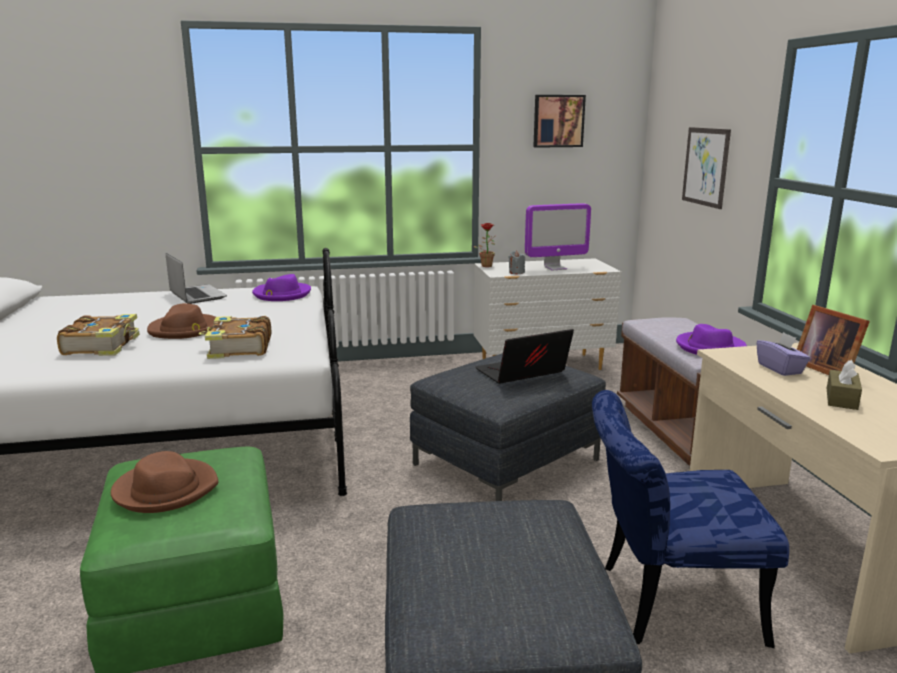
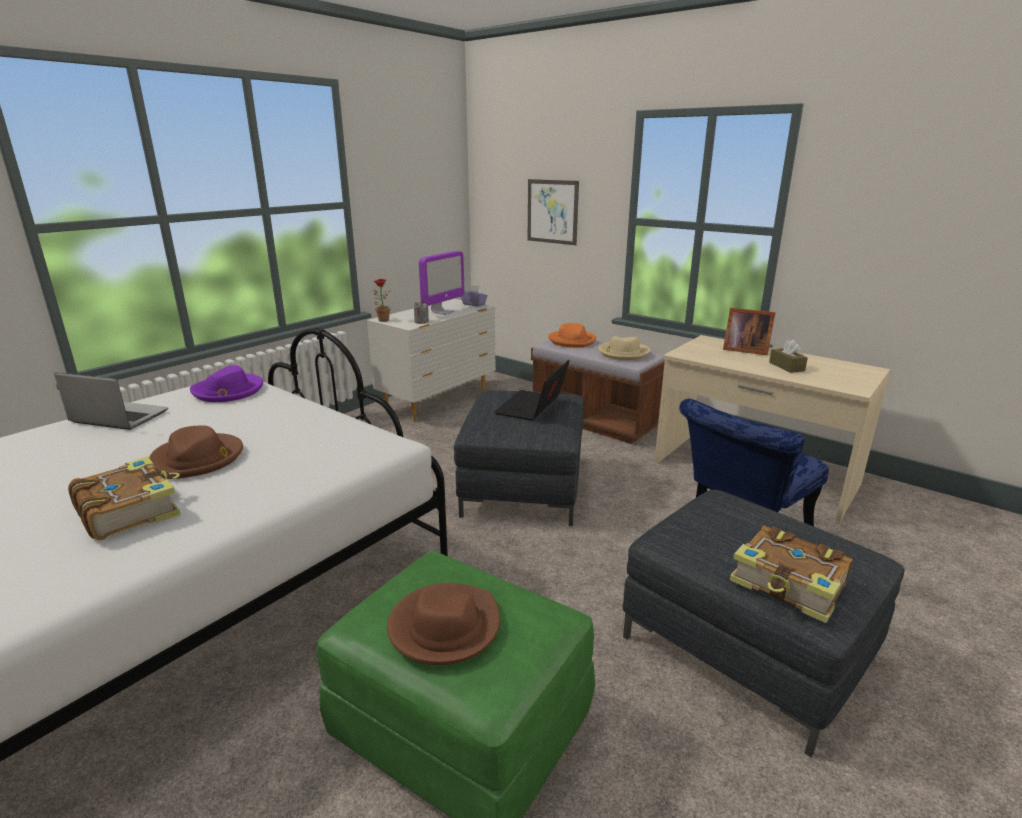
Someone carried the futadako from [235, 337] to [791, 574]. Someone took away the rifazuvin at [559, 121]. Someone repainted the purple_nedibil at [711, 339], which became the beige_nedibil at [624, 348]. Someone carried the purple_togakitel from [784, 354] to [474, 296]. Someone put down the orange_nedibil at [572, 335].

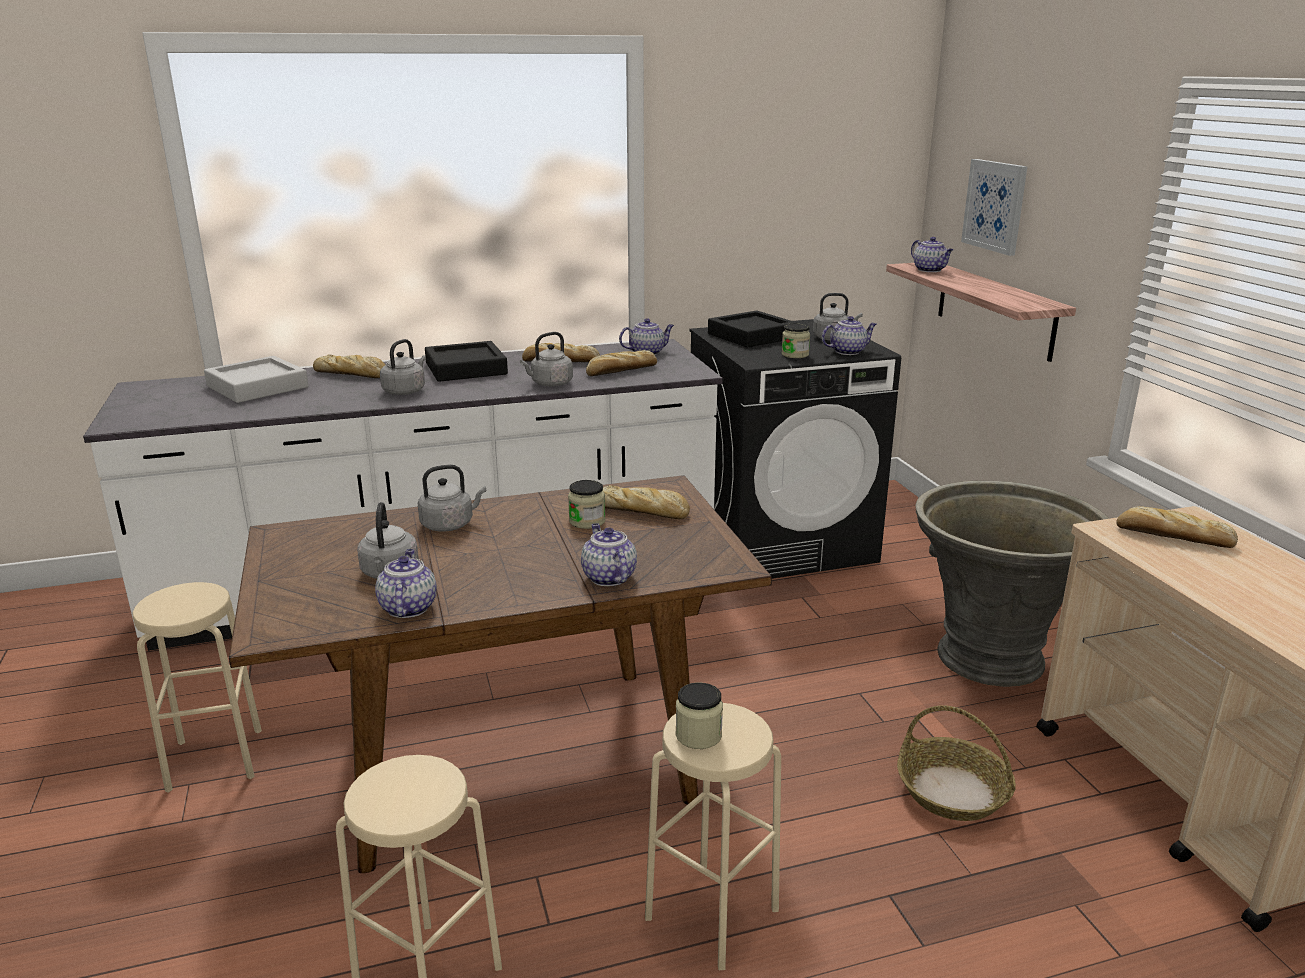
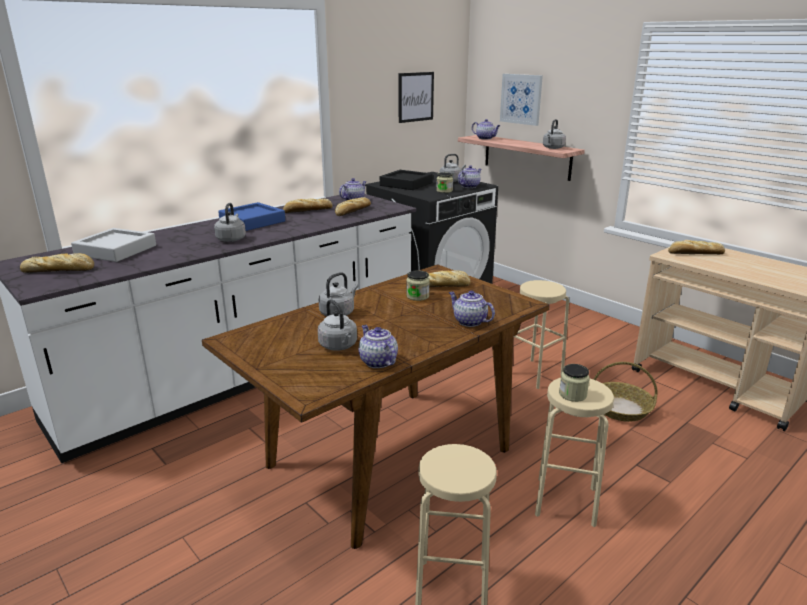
Someone carried the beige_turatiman from [197, 687] to [541, 334]. Someone carried the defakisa from [349, 366] to [57, 263]. Someone repainted the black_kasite at [466, 361], which became the blue_kasite at [251, 216]. Someone carried the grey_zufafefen from [546, 359] to [554, 134]. Someone took away the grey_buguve at [1012, 584]. Someone put up the rifazuvin at [416, 97].

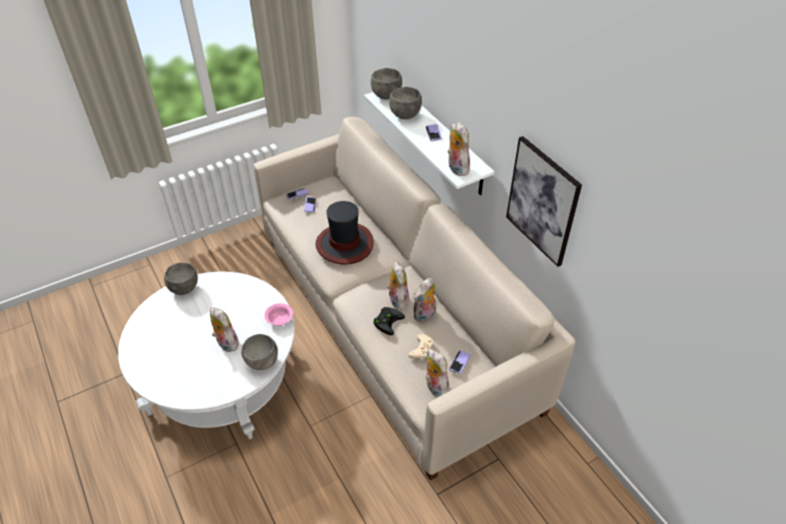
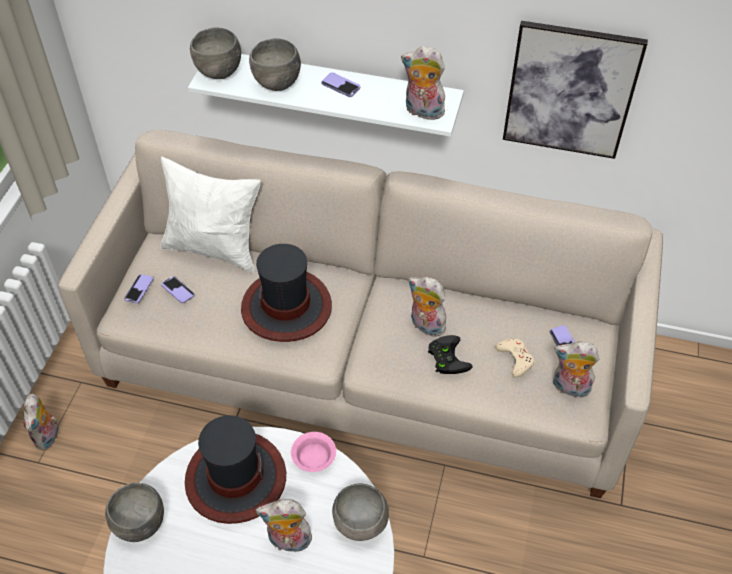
Someone carried the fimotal from [425, 300] to [41, 422]. Someone put down the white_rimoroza at [211, 215]. Someone put down the nedibil at [235, 469].

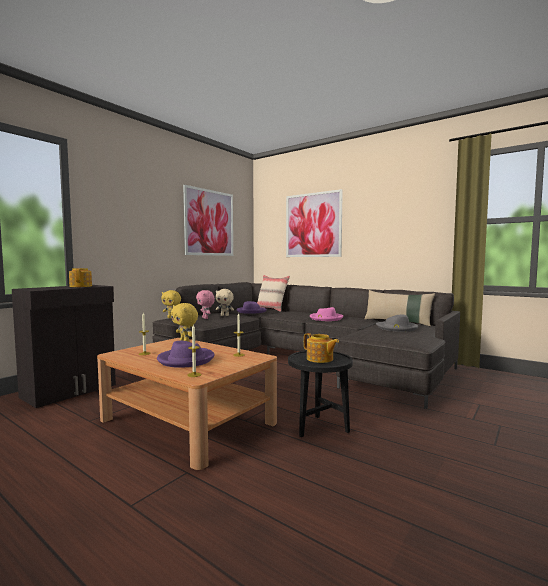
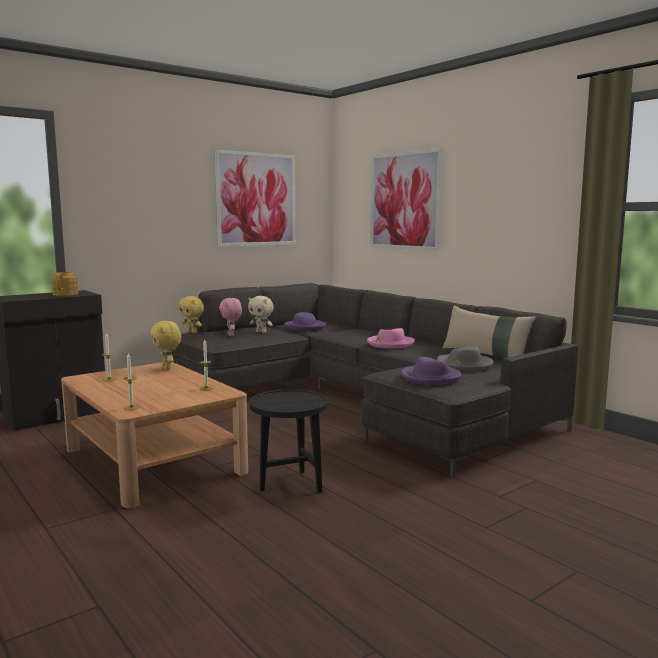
Someone carried the purple_nedibil from [186, 354] to [431, 371]. Someone took away the beige_rimoroza at [273, 293]. Someone took away the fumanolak at [321, 348].

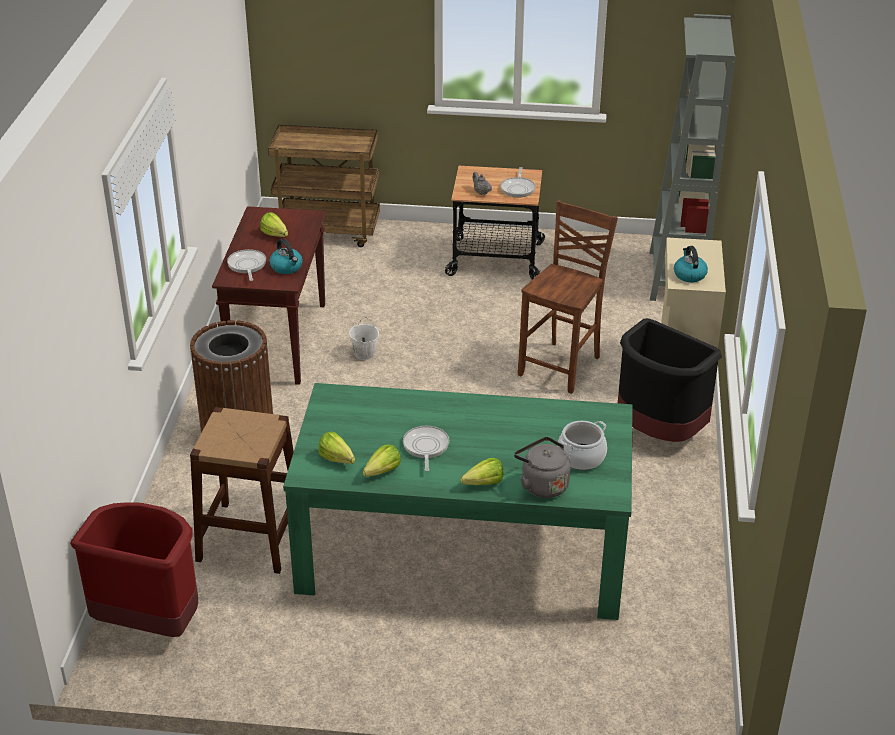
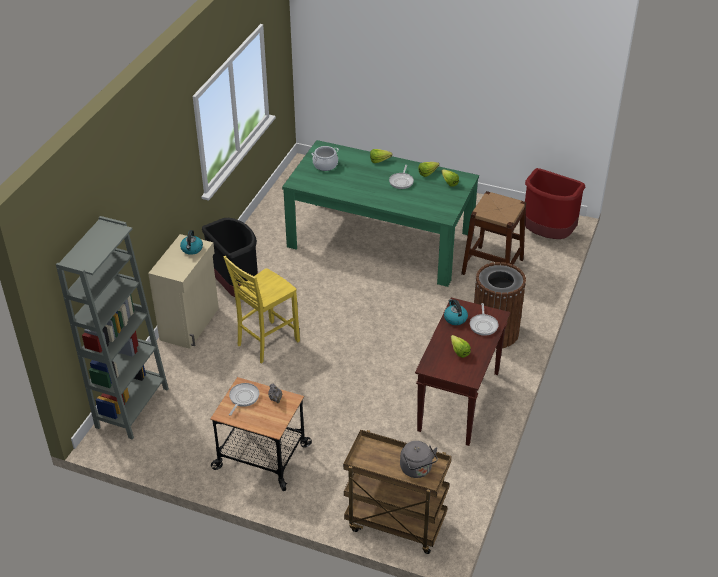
Someone took away the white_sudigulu at [364, 338]. Someone carried the grey_zufafefen from [542, 467] to [419, 459]. Someone repainted the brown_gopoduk at [568, 297], which became the yellow_gopoduk at [262, 309].

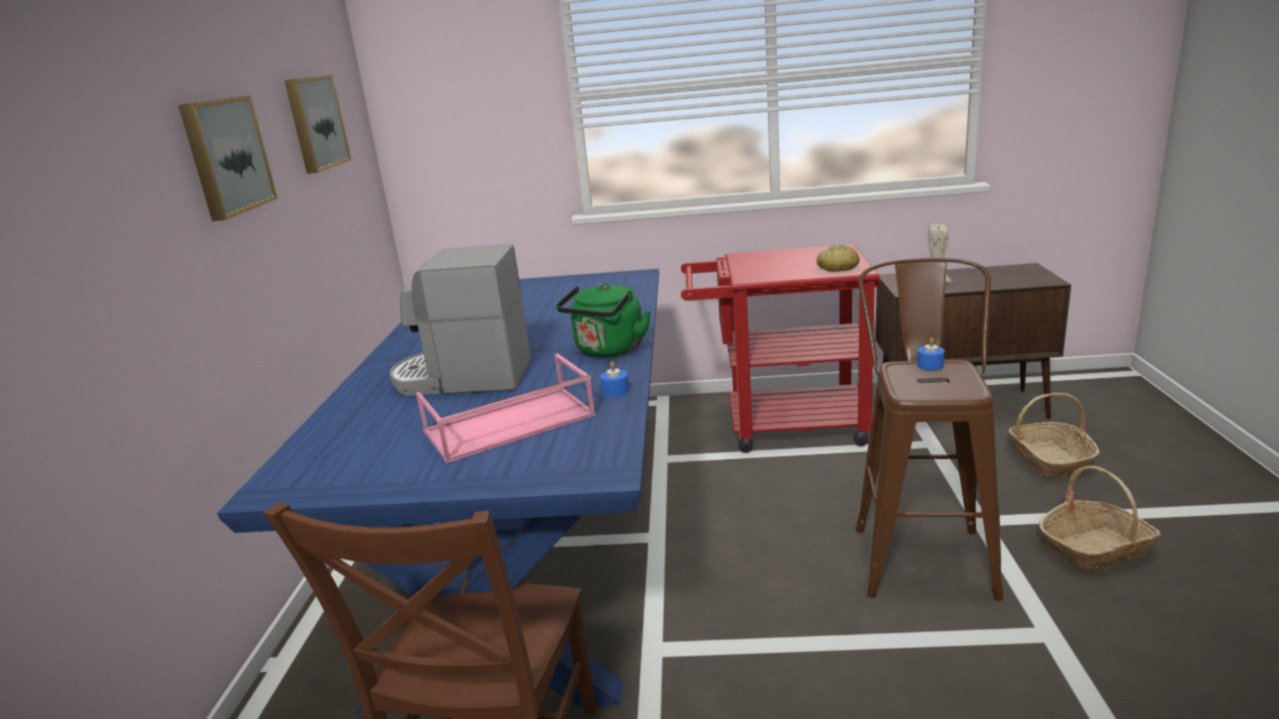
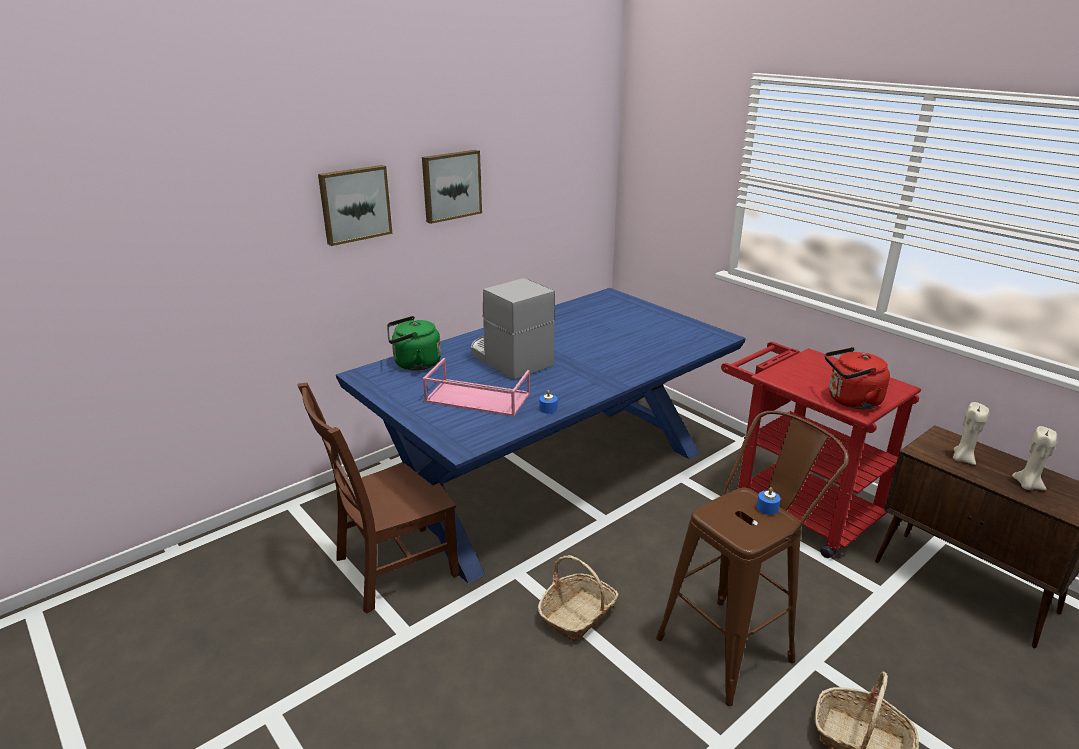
Someone carried the rifazuvin from [317, 124] to [355, 205]. Someone carried the green_zufafefen from [603, 320] to [414, 343]. Someone swapped the defakisa at [838, 258] for the red_zufafefen at [857, 378]. Someone carried the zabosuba from [1054, 435] to [578, 598]. Someone put down the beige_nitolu at [1034, 458].

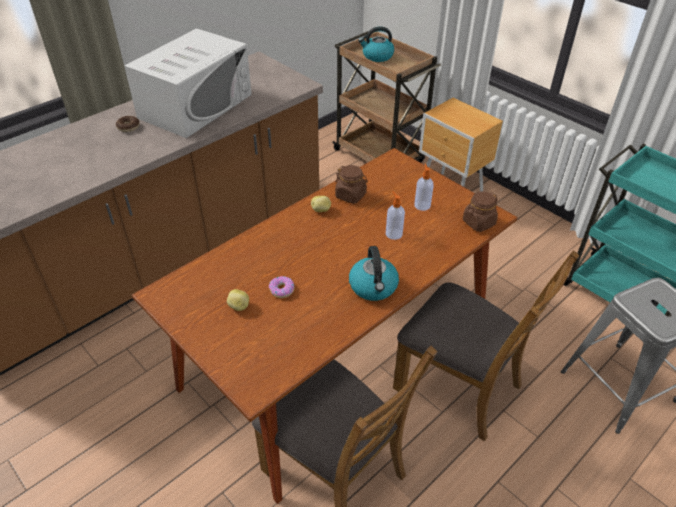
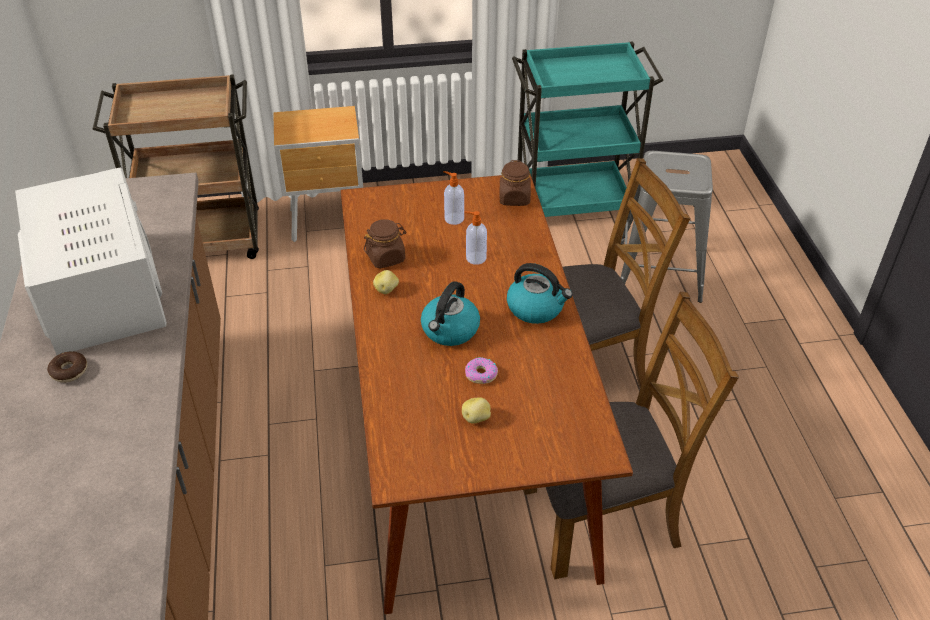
Someone carried the zufafefen from [376, 44] to [450, 313].

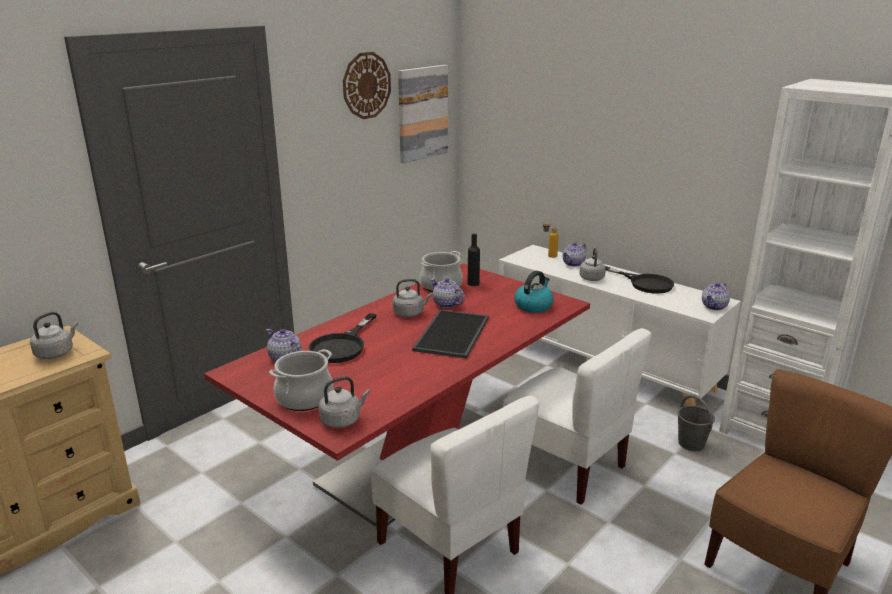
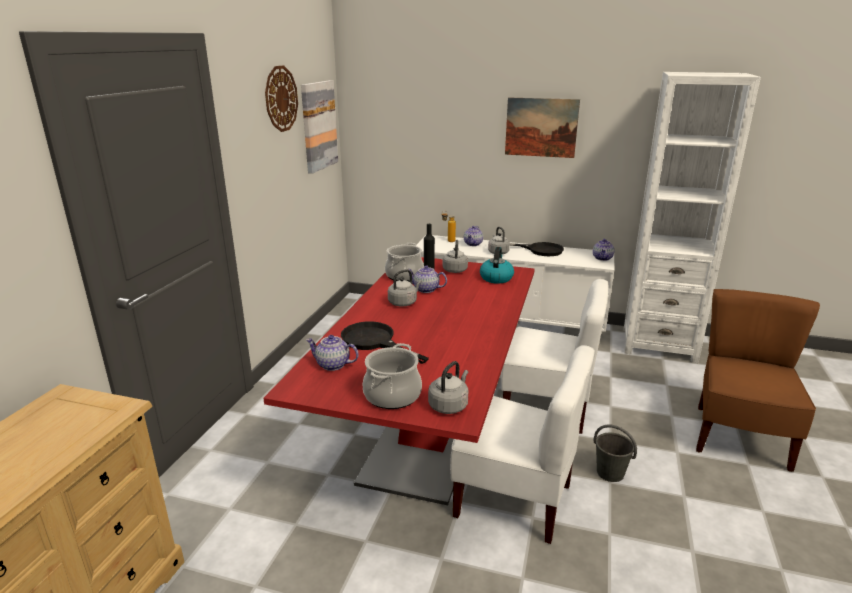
Someone carried the grey_zufafefen from [54, 335] to [455, 256]. Someone rotated the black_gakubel at [343, 338] by 135 degrees clockwise. Someone took away the kasite at [450, 334]. Someone carried the grey_sudigulu from [696, 423] to [615, 453]. Someone put up the rifazuvin at [542, 127].

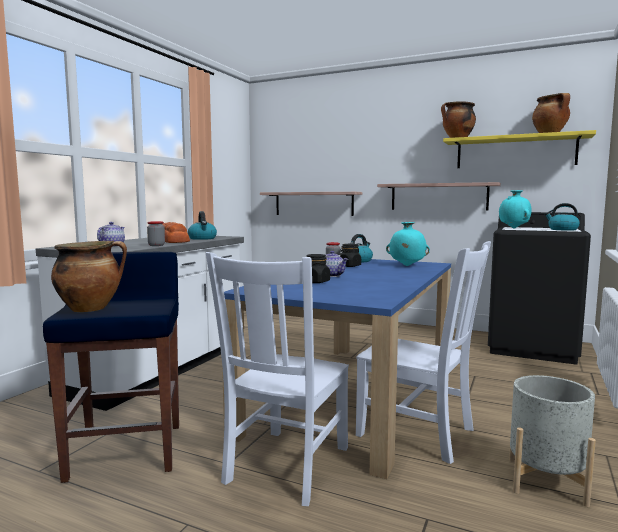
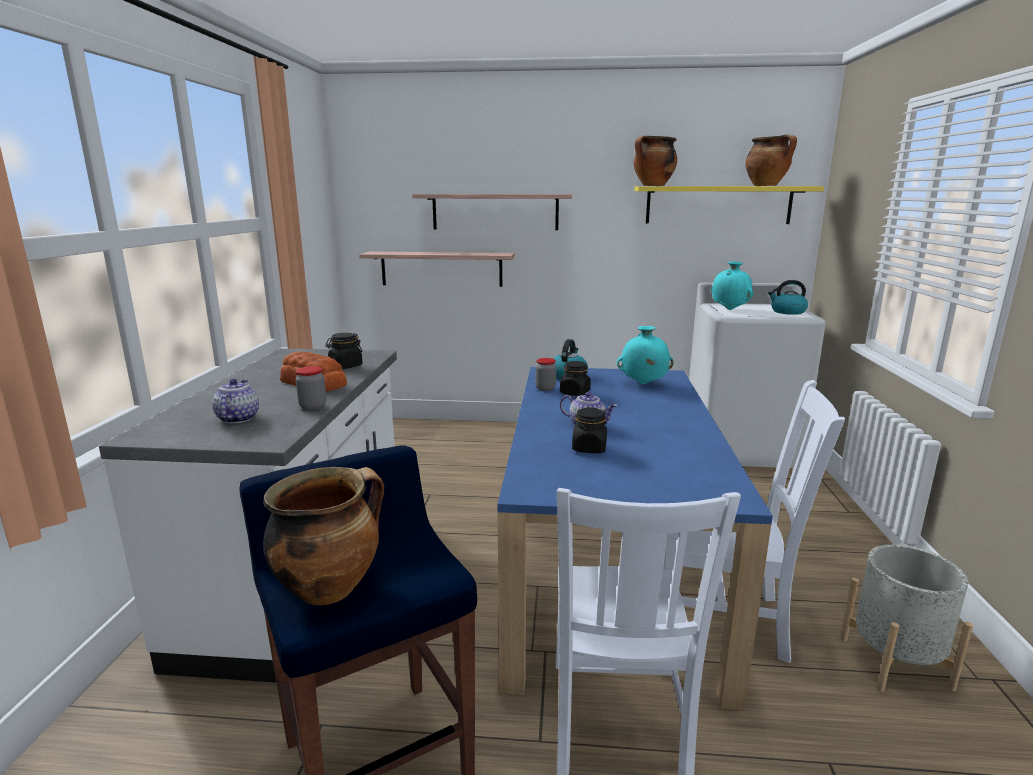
Someone swapped the zufafefen at [202, 225] for the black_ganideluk at [344, 351]. Someone carried the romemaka from [439, 196] to [492, 212]. Someone repainted the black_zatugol at [539, 288], which became the white_zatugol at [757, 375].

